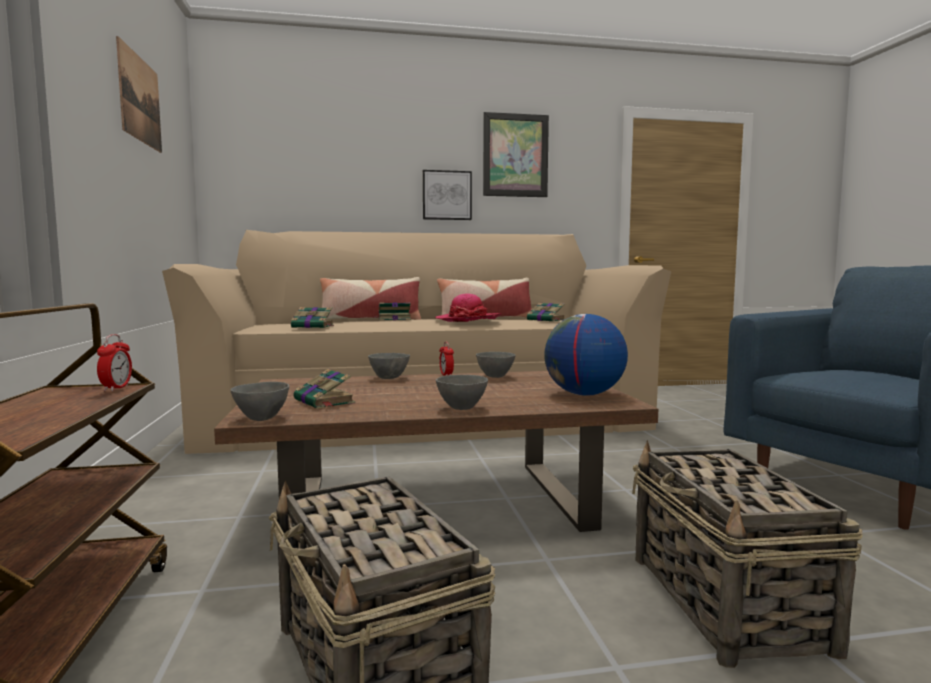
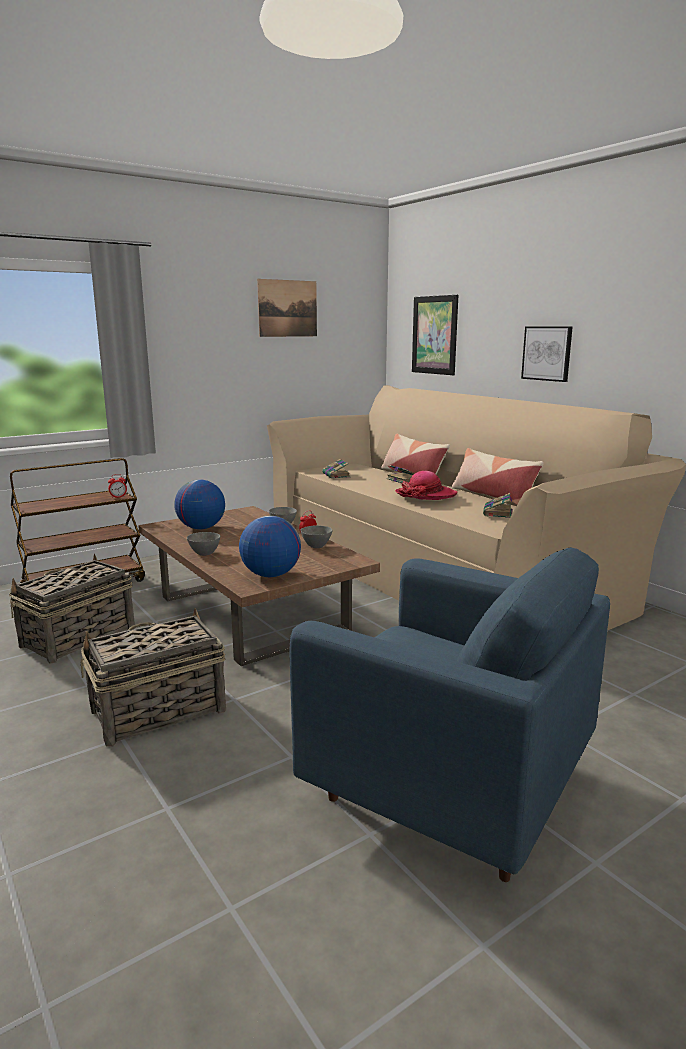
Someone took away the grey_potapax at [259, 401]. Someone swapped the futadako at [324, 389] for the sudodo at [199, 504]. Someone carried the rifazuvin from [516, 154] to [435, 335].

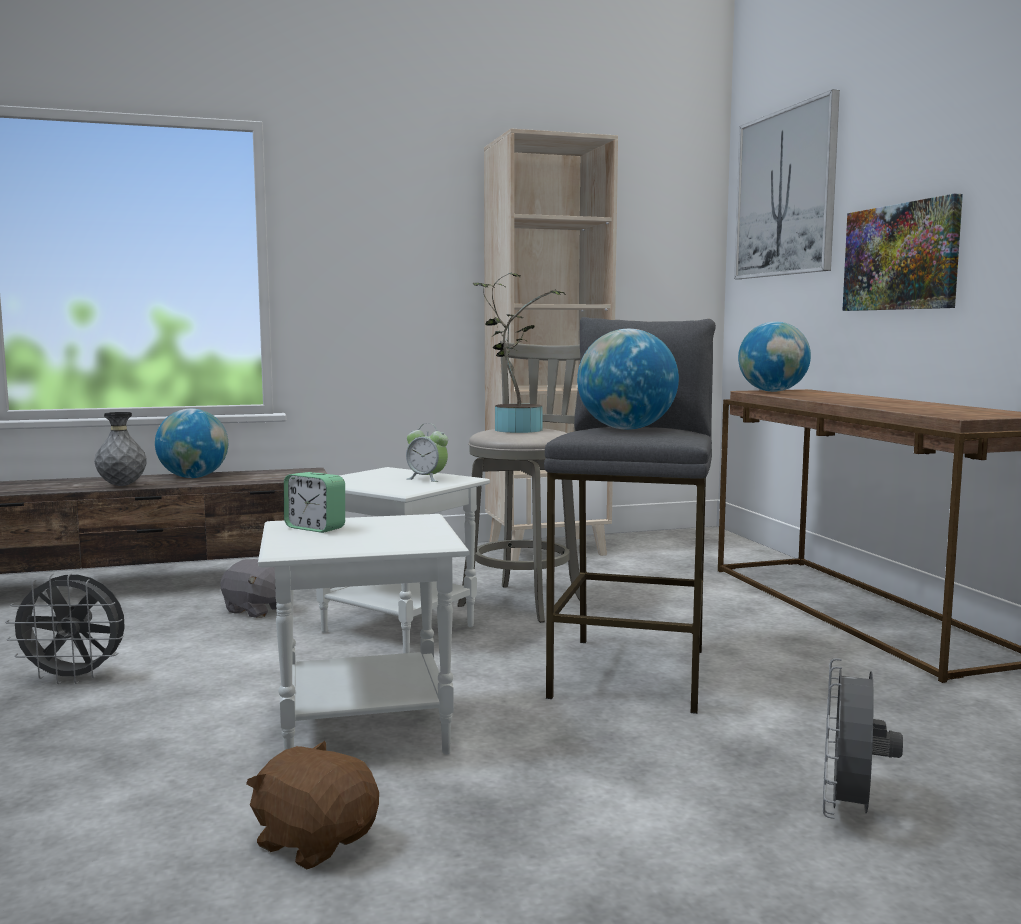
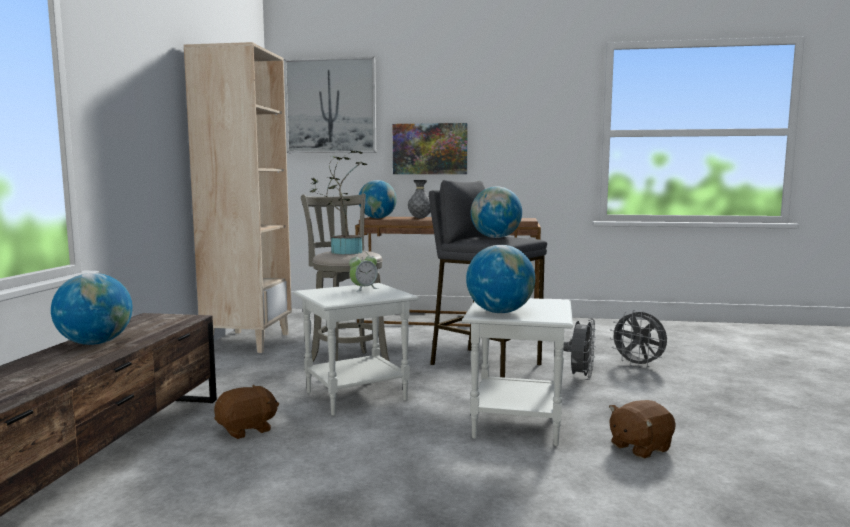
Someone carried the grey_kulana from [65, 629] to [579, 349]. Someone carried the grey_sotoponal from [120, 449] to [419, 199]. Someone repainted the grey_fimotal at [248, 588], which became the brown_fimotal at [246, 412]. Someone swapped the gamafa at [314, 502] for the sudodo at [500, 279].

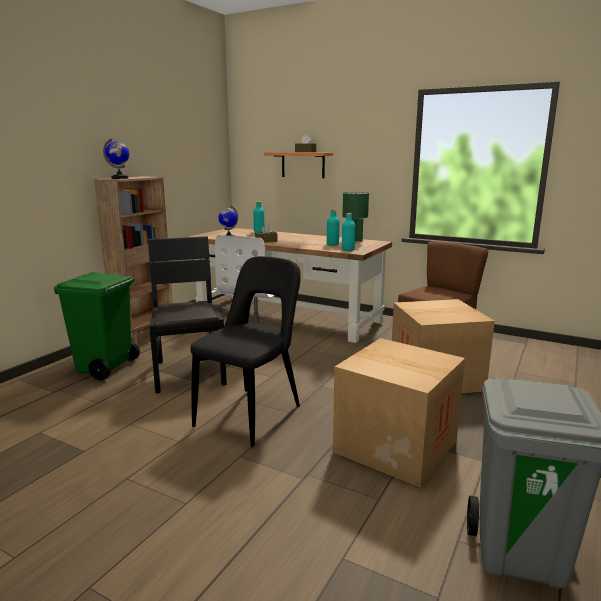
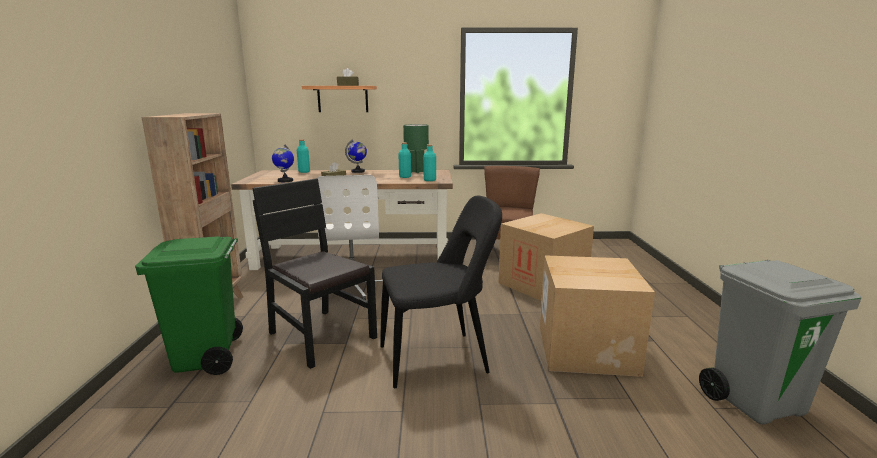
Someone carried the sudodo from [116, 158] to [356, 156]. Someone rotated the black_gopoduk at [245, 351] by 75 degrees clockwise.

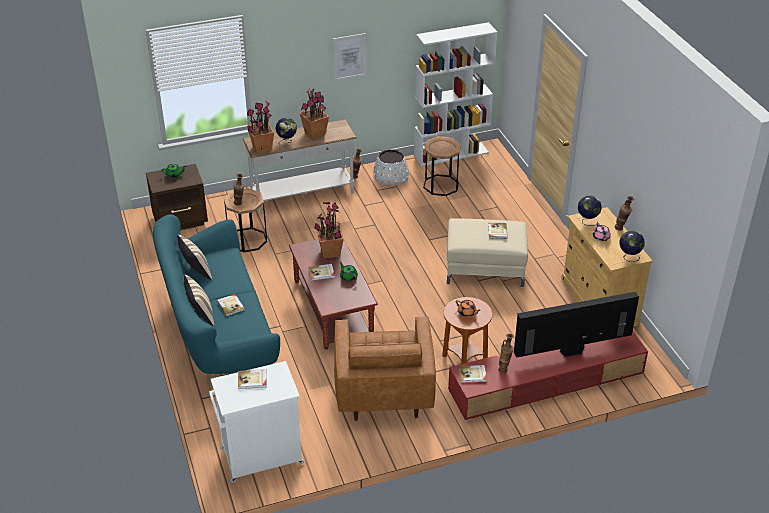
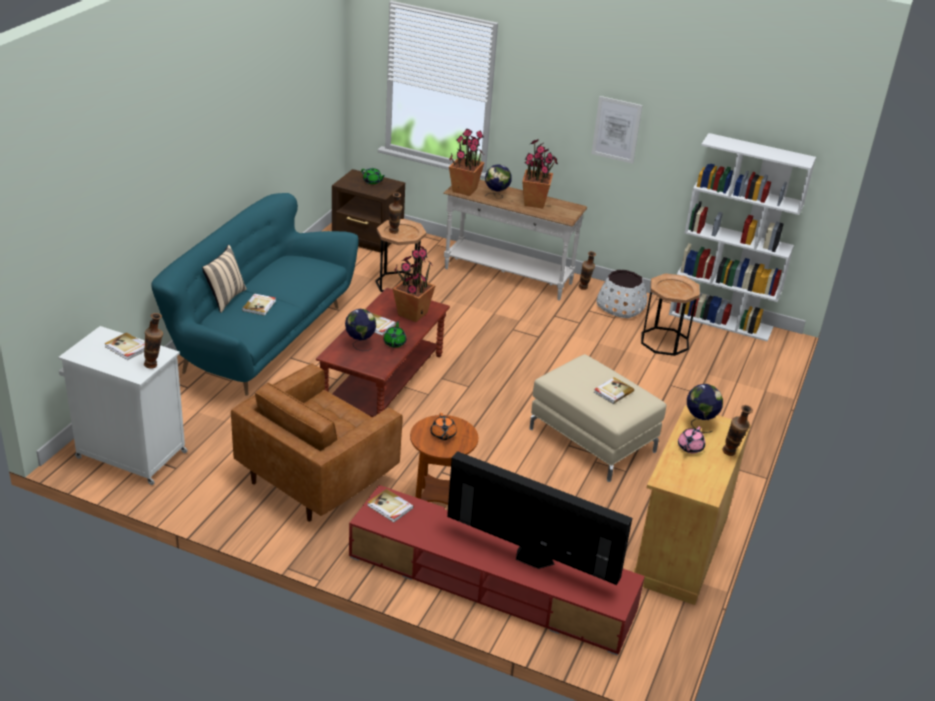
Someone took away the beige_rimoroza at [194, 258]. Someone carried the sotoponal from [506, 353] to [153, 341]. Someone carried the sudodo from [632, 246] to [361, 330].

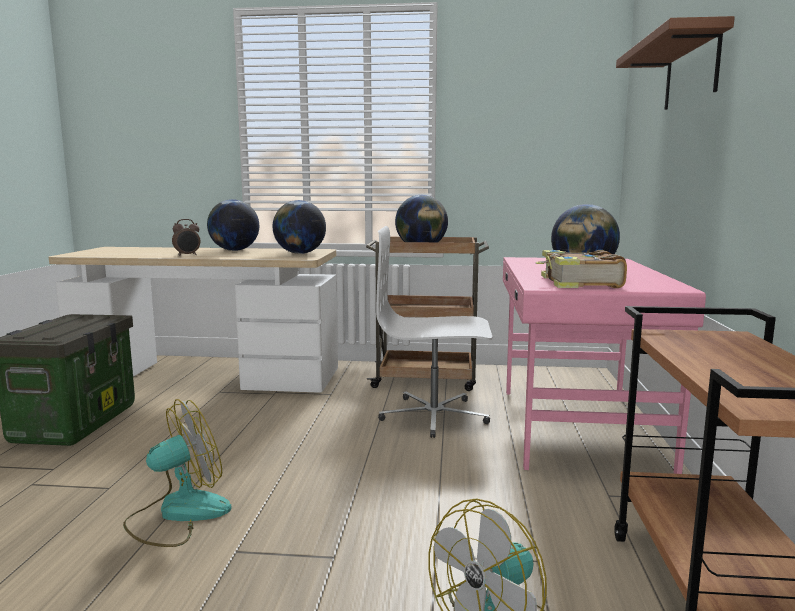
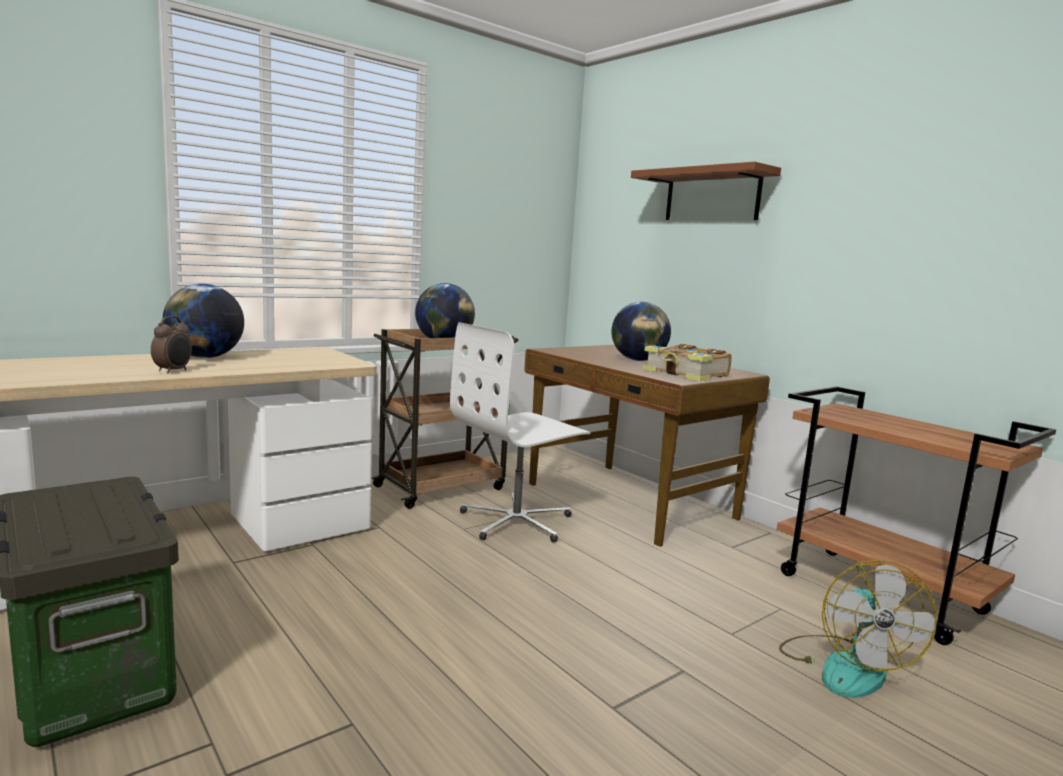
Someone took away the kulana at [177, 473]. Someone took away the sudodo at [299, 227]. Someone repainted the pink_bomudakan at [604, 365], which became the brown_bomudakan at [647, 446].

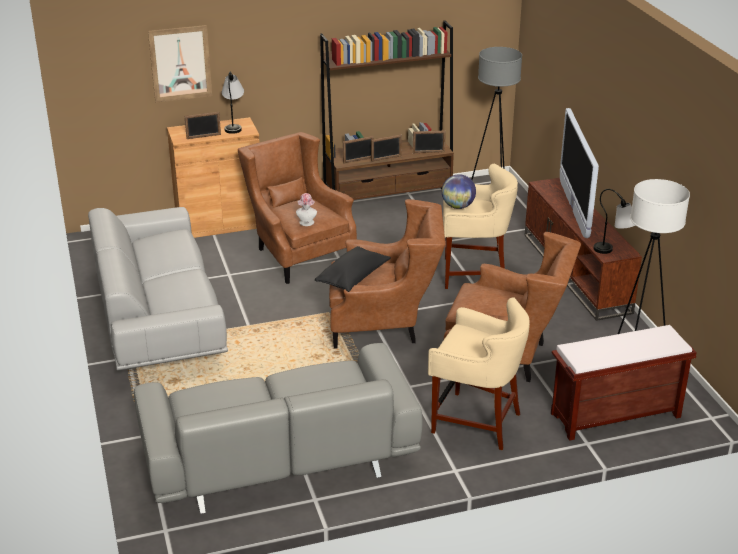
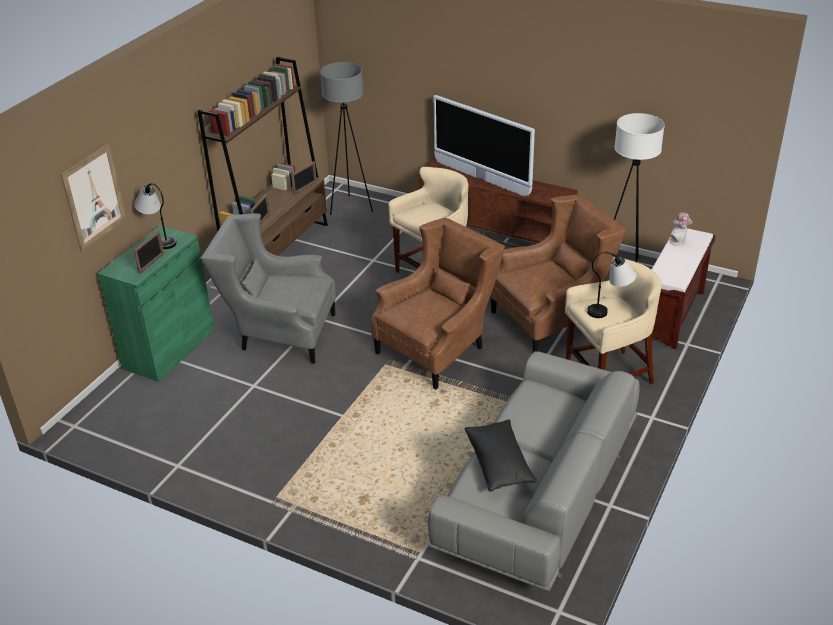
Someone took away the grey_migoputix at [158, 288]. Someone repainted the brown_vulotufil at [213, 177], which became the green_vulotufil at [155, 304]. Someone repainted the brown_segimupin at [297, 208], which became the grey_segimupin at [268, 289]. Someone carried the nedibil from [306, 209] to [681, 229]. Someone carried the black_rimoroza from [353, 269] to [501, 455]. Someone took away the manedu at [386, 148]. Someone took away the sudodo at [459, 191]. Someone carried the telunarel from [614, 221] to [611, 285].

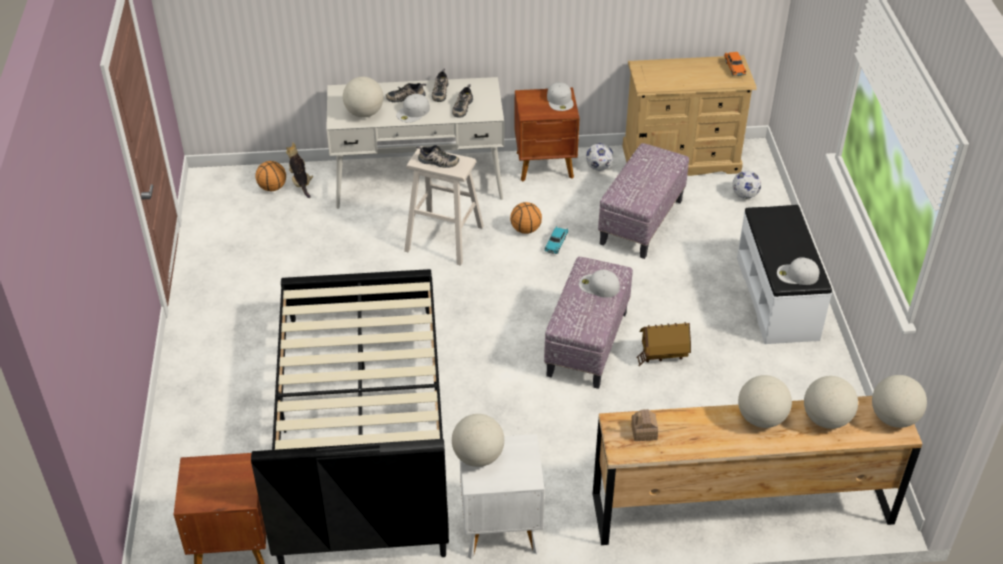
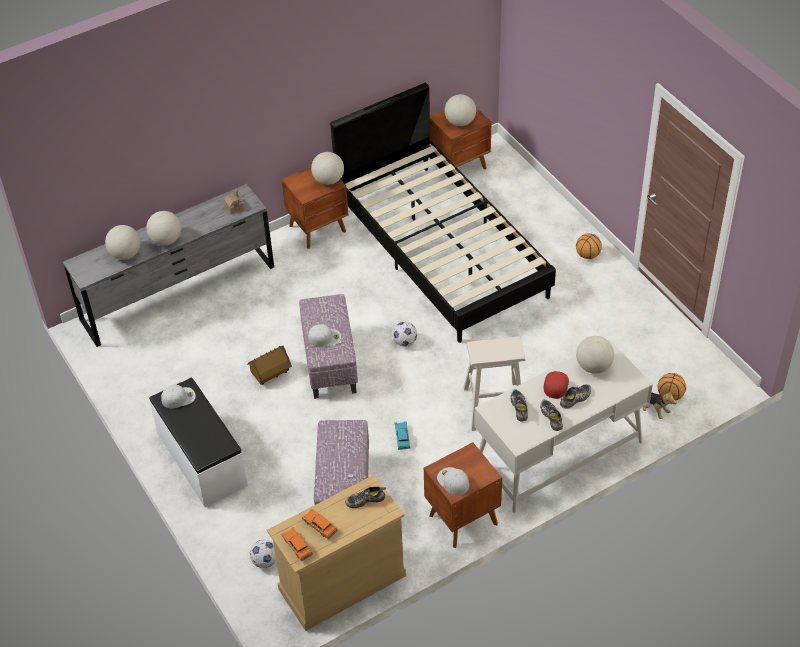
Someone repainted the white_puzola at [413, 108], which became the red_puzola at [556, 385]. Someone carried the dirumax from [437, 156] to [365, 497]. Someone repainted the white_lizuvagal at [502, 496], which became the brown_lizuvagal at [314, 208]. Someone carried the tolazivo from [526, 218] to [589, 246]. Someone carried the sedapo from [599, 157] to [404, 334]. Someone repainted the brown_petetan at [757, 470], which became the grey_petetan at [168, 265]. Someone carried the sudodo from [899, 401] to [460, 110]. Someone put down the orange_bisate at [320, 524].

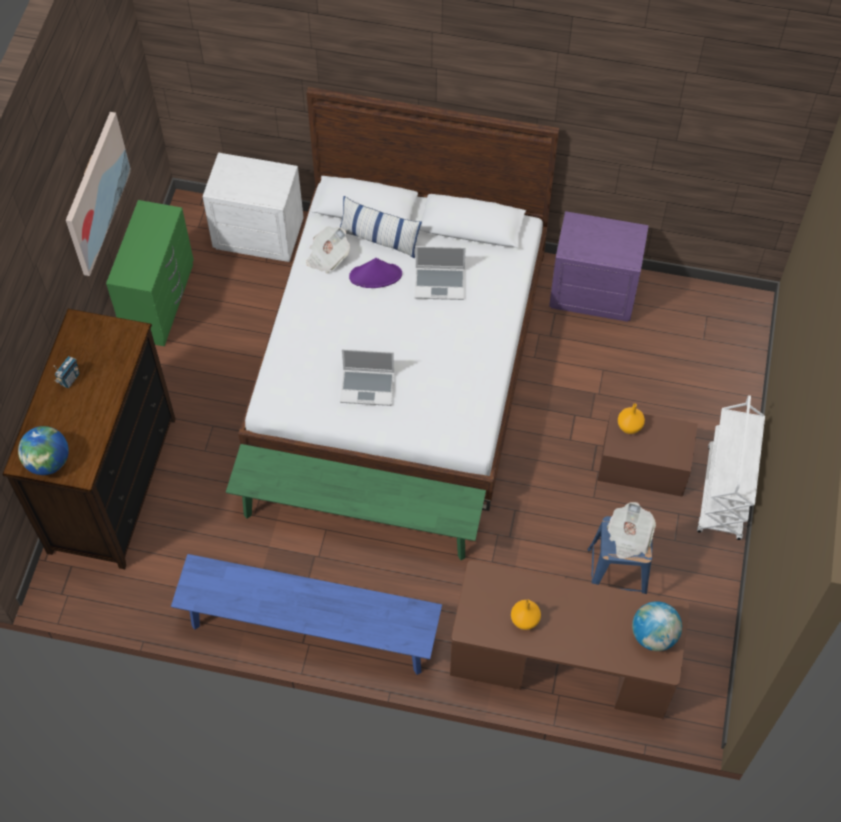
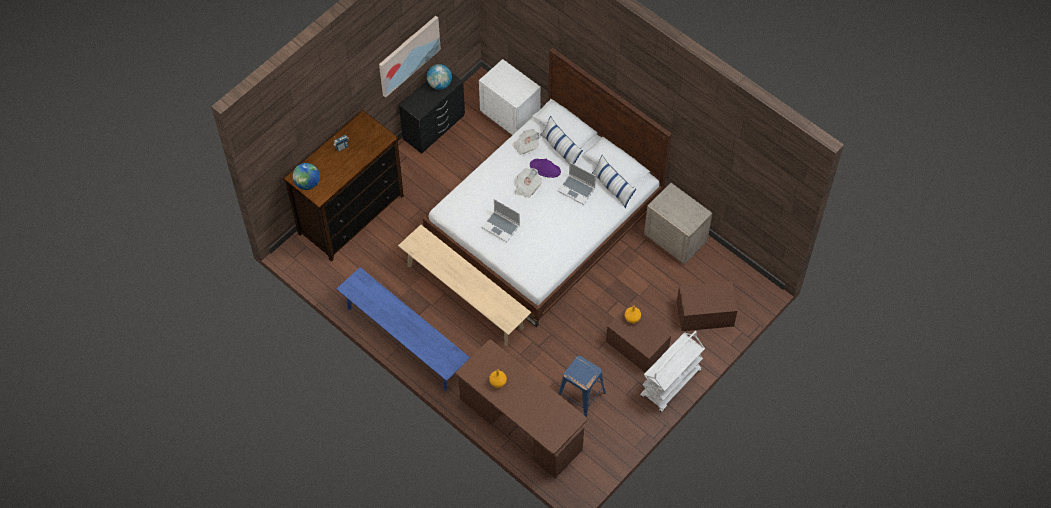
Someone repainted the green_petetan at [150, 273], which became the black_petetan at [432, 113]. Someone repainted the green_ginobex at [356, 502], which became the beige_ginobex at [464, 285]. Someone repainted the purple_lizuvagal at [599, 266], which became the beige_lizuvagal at [678, 223]. Someone carried the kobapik from [631, 530] to [528, 183]. Someone carried the sudodo from [657, 626] to [439, 77]. Someone put down the rimoroza at [614, 181]. Someone put down the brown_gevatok at [707, 306].

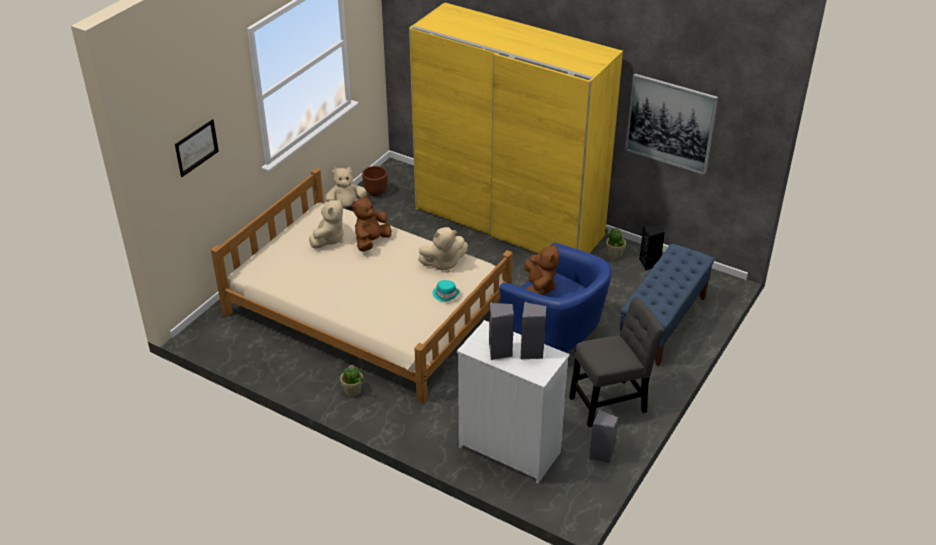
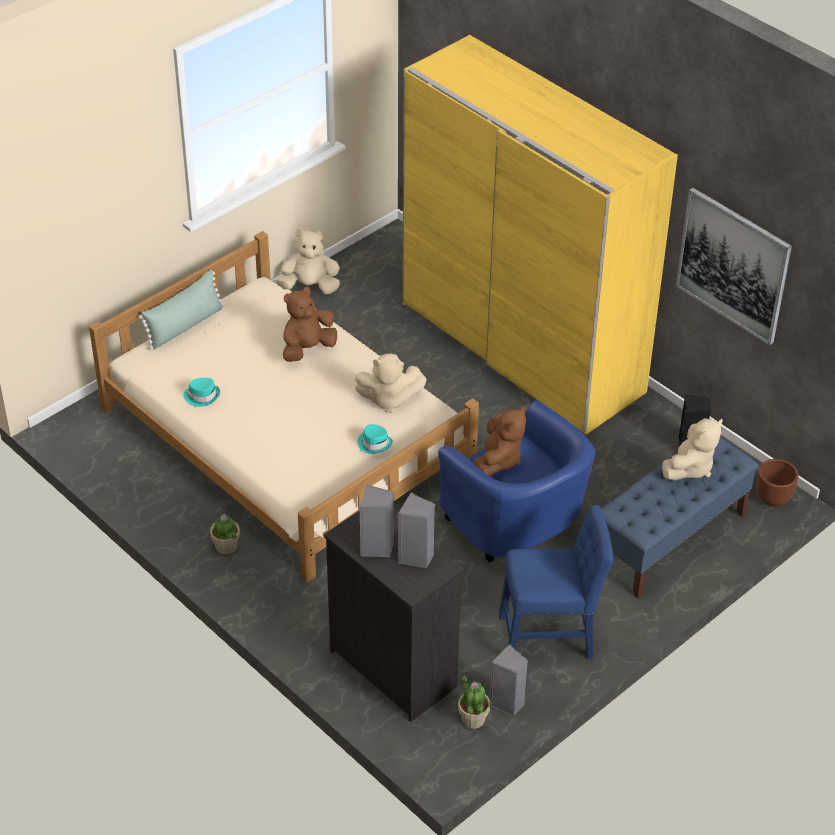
Someone took away the rifazuvin at [197, 148]. Someone carried the beige_fimotal from [326, 223] to [692, 449]. Someone carried the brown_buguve from [375, 181] to [777, 483]. Someone repainted the white_petetan at [513, 402], which became the black_petetan at [394, 616]. Someone repainted the grey_gopoduk at [617, 362], which became the blue_gopoduk at [556, 581]. Someone carried the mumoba from [615, 243] to [474, 702]. Someone put down the green_rimoroza at [181, 310]. Someone put down the turquoise_nedibil at [201, 392].

